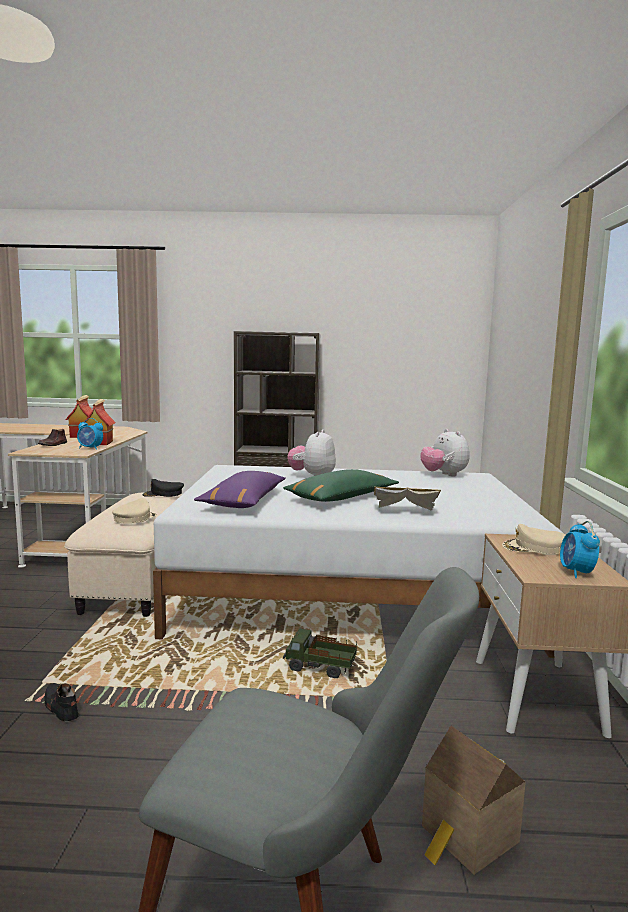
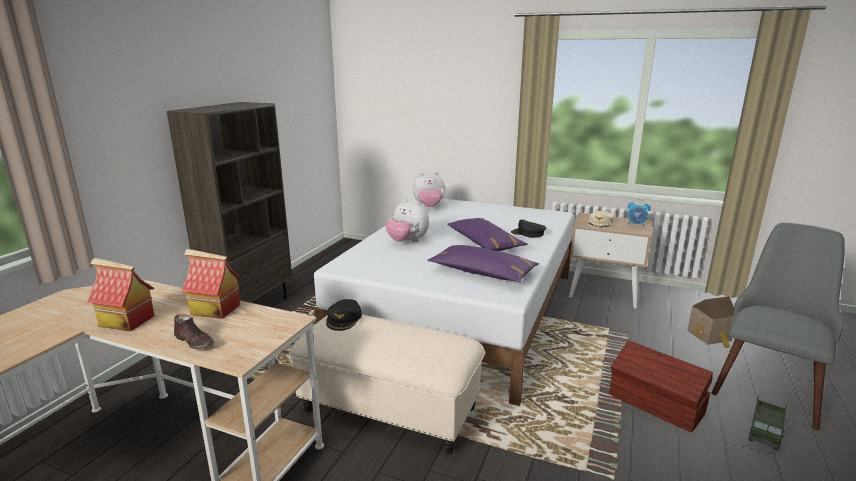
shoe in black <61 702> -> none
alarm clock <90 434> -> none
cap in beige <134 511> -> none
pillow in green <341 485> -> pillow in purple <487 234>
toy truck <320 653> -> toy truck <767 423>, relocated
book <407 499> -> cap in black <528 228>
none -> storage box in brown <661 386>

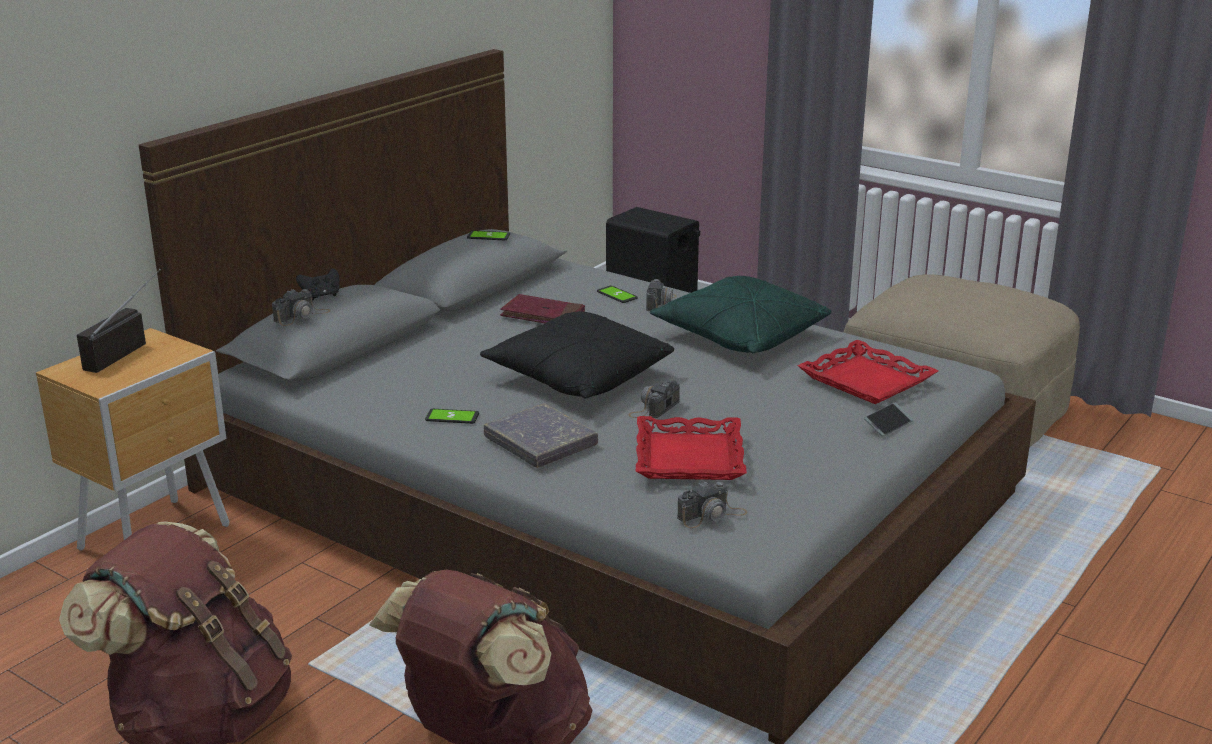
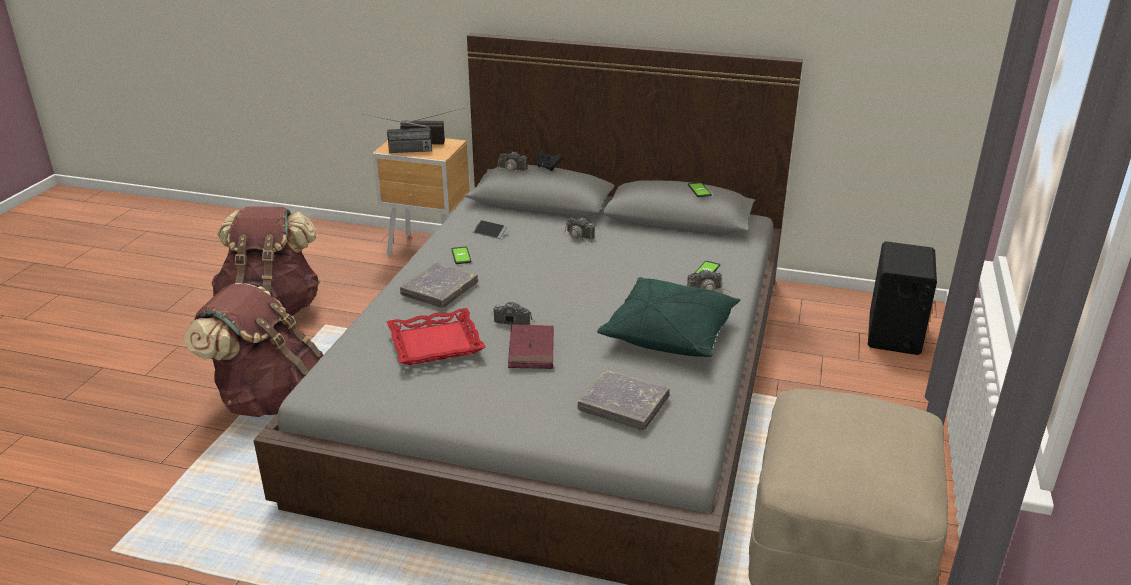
pillow in black <577 355> -> none
book in red <542 309> -> book in red <531 346>, relocated
photo camera <712 504> -> photo camera <579 231>, relocated
tray in red <867 372> -> book in grey <623 399>
phone <888 420> -> phone <489 229>, relocated
none -> radio <398 133>

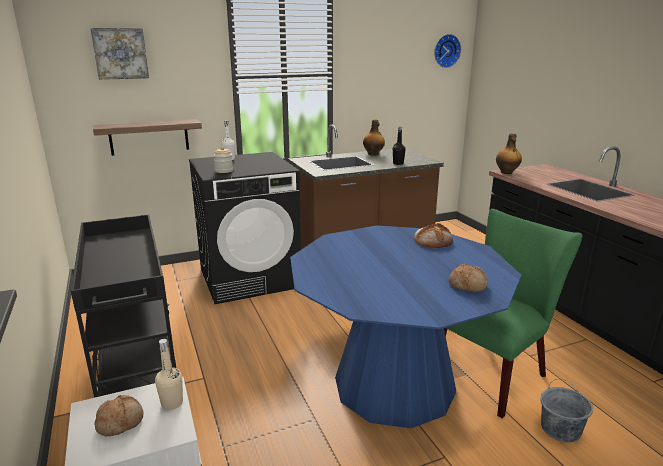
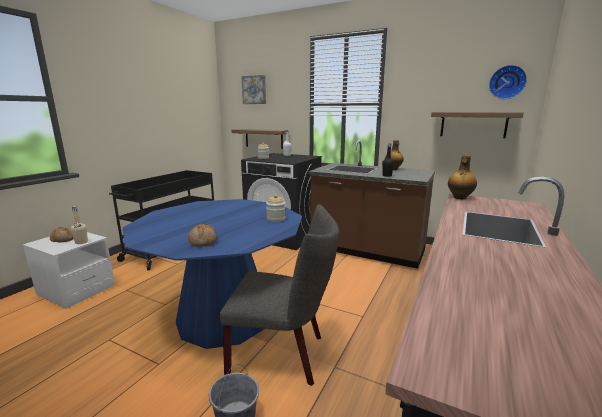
bread <433 235> -> jar <275 208>
chair in green <513 313> -> chair in grey <279 295>
none -> shelf <477 125>

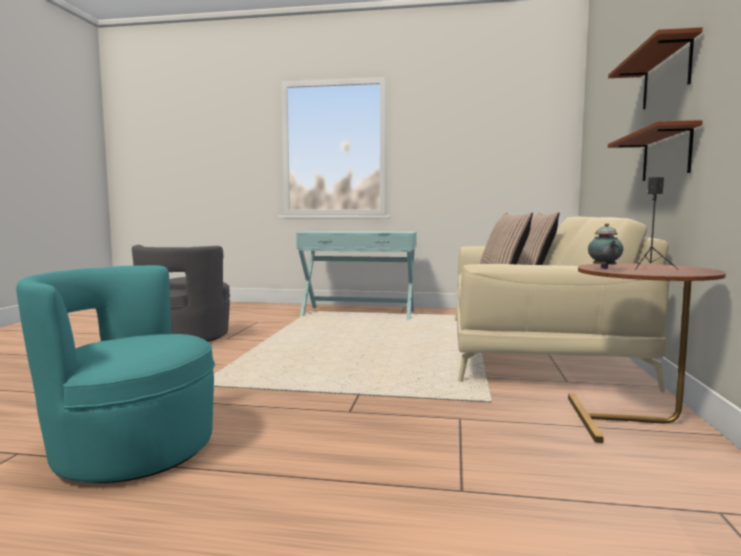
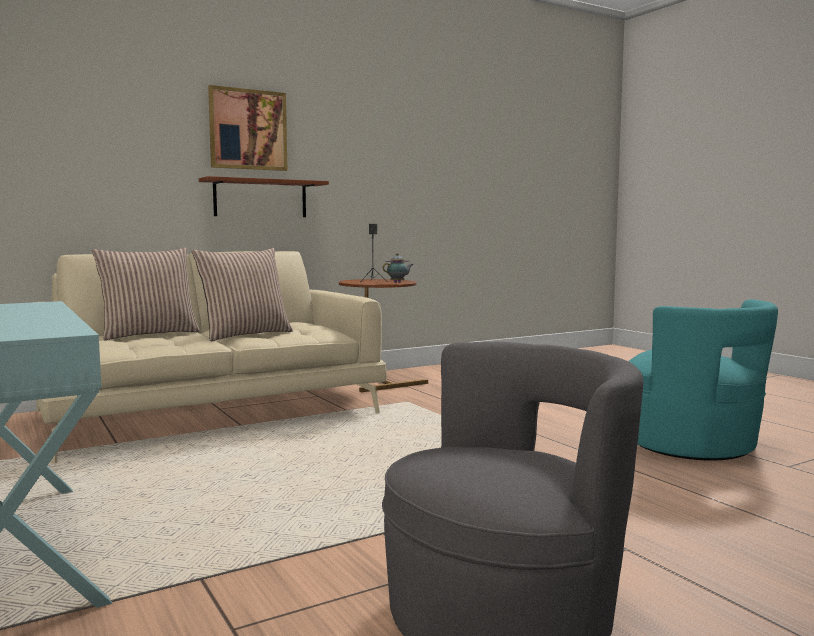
shelf in brown <655 68> -> picture <247 128>

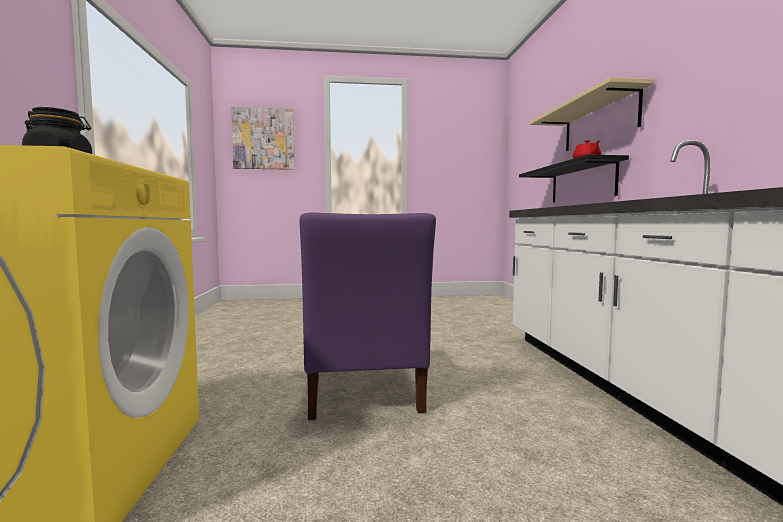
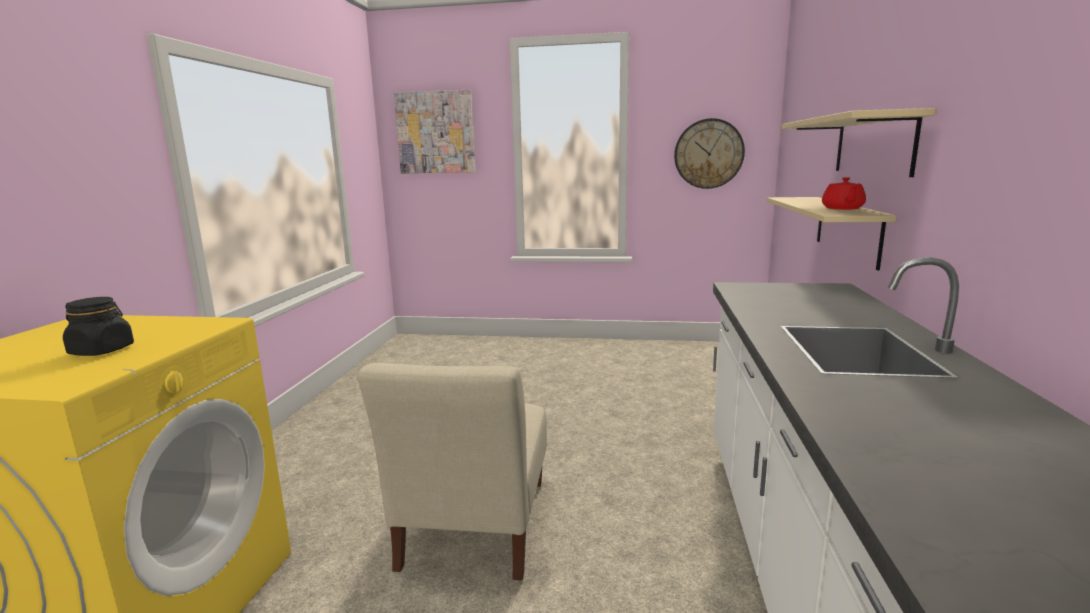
chair in purple <367 316> -> chair in beige <452 471>
shelf in black <574 179> -> shelf in beige <832 233>
none -> wall clock <709 153>

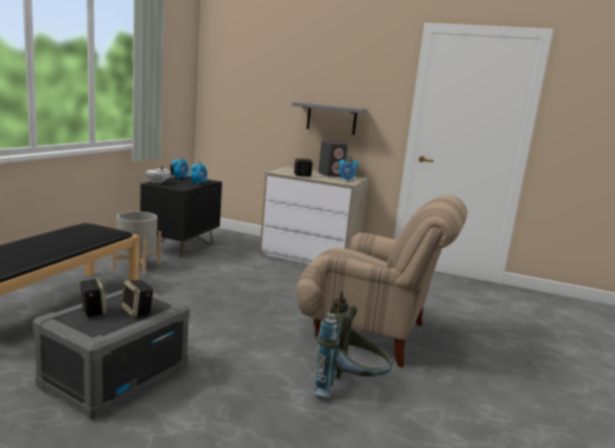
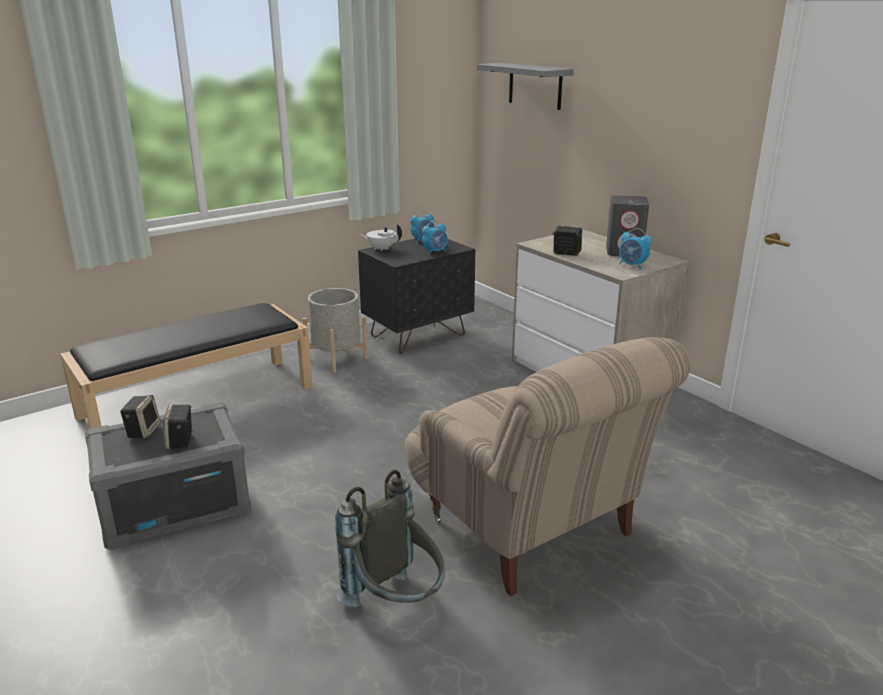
shelf in grey <329 118> -> shelf in grey <525 86>, relocated

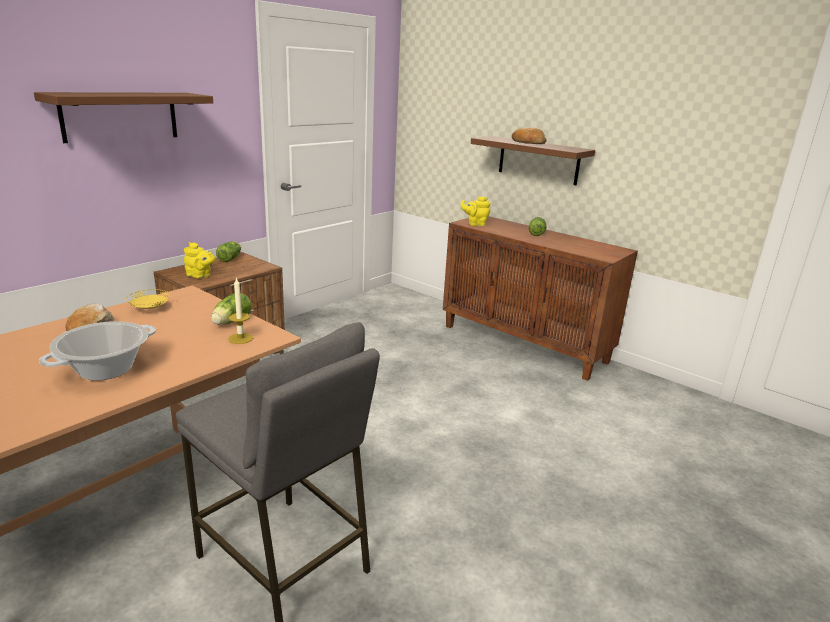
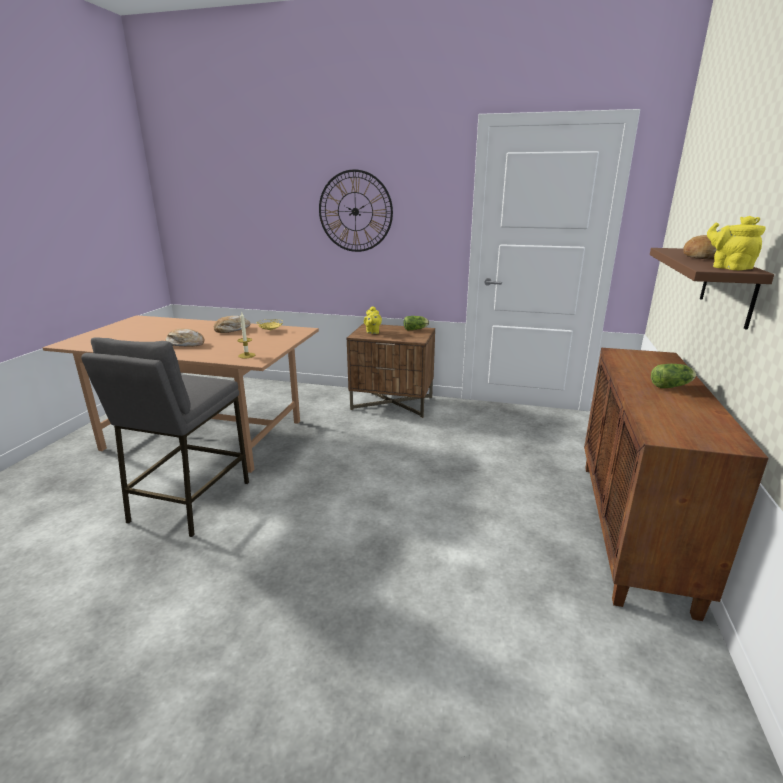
shelf in brown <123 117> -> wall clock <356 210>
cooking pot <97 351> -> bread <184 338>
lettuce <231 309> -> none
teapot in yellow <475 211> -> teapot in yellow <736 243>, relocated

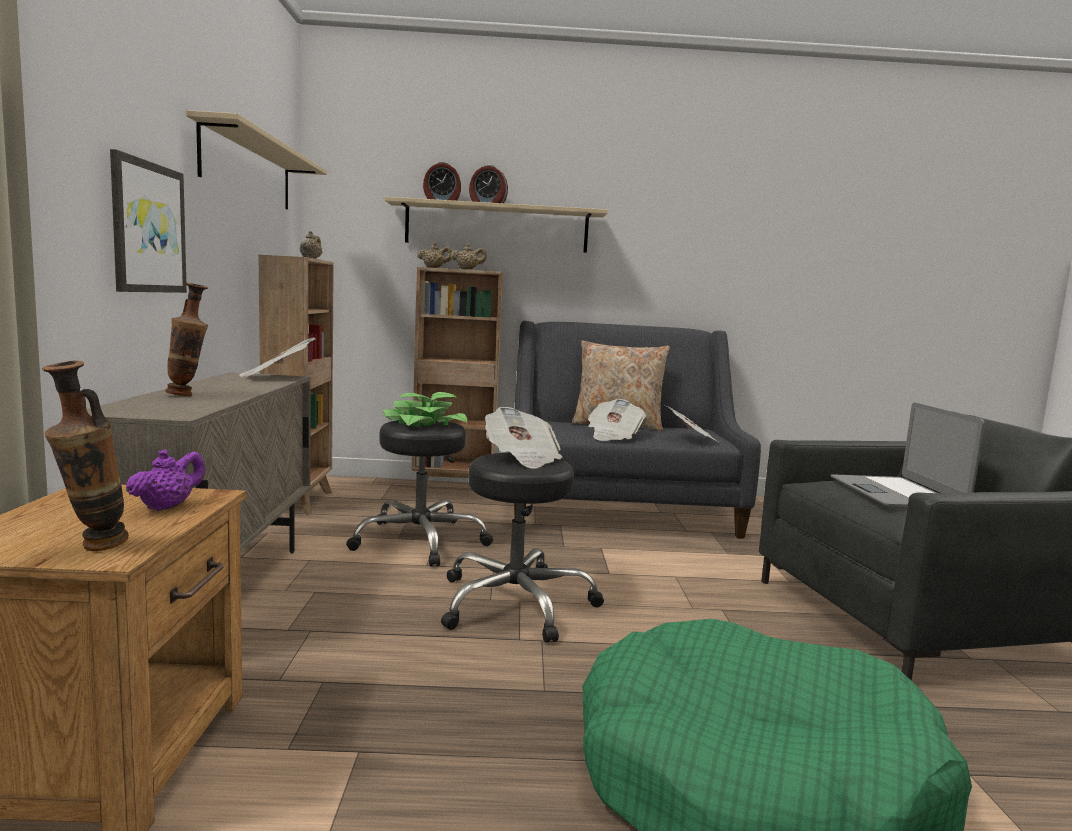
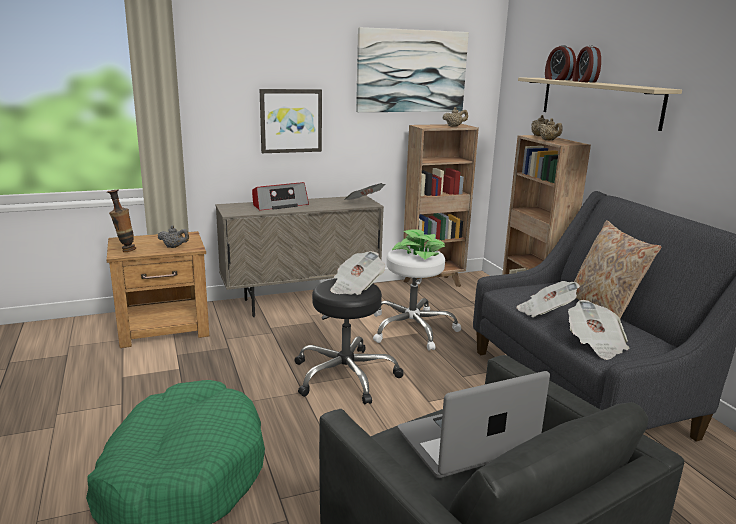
teapot in purple <165 480> -> teapot in grey <173 236>
vase <186 339> -> radio <280 196>
shelf in beige <256 160> -> picture <412 69>
stool in black <419 493> -> stool in white <417 298>

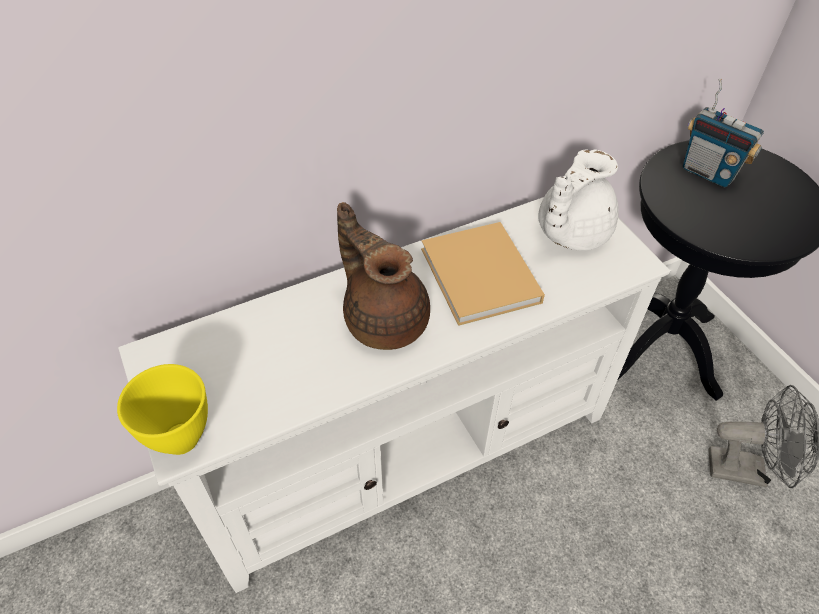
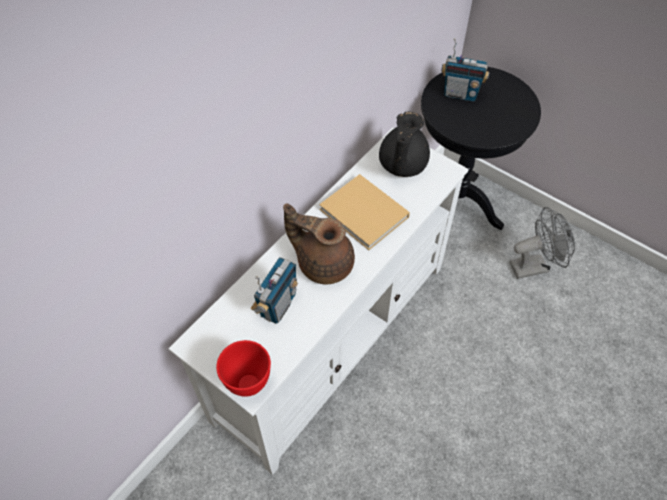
bowl in yellow <162 409> -> bowl in red <243 368>
teapot in white <578 200> -> teapot in black <404 144>
none -> radio <274 290>

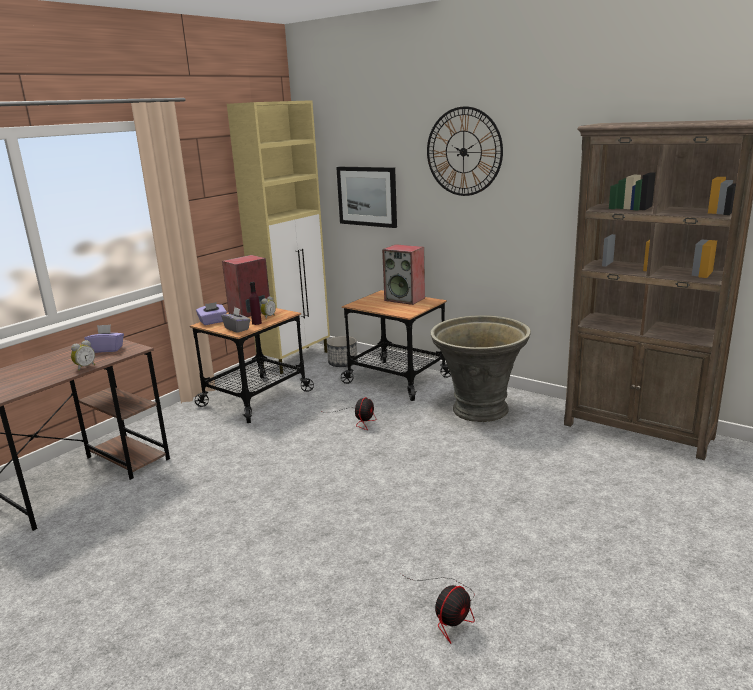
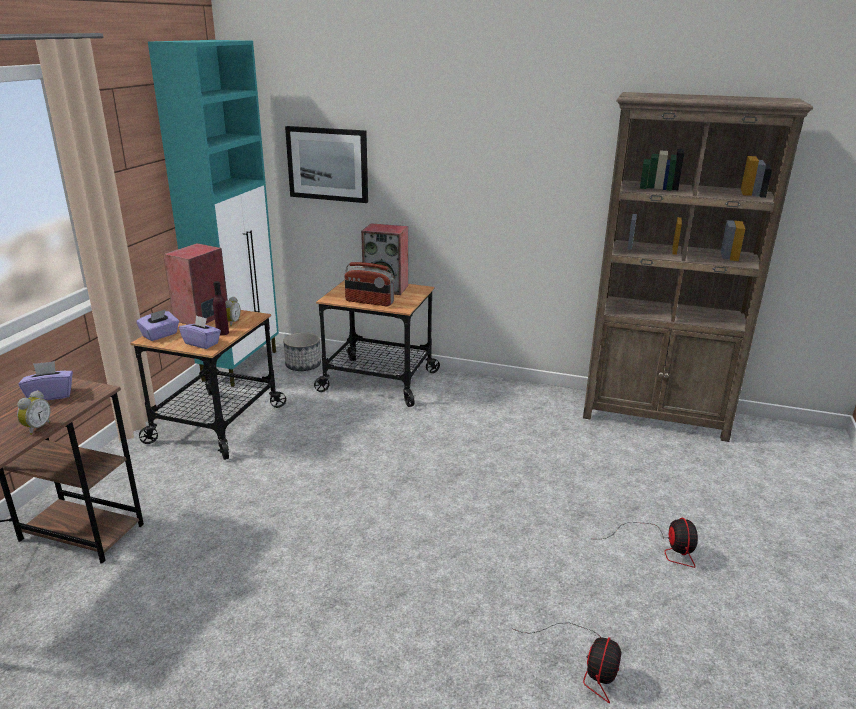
tissue box in grey <235 320> -> tissue box in purple <200 332>
cabinet in beige <278 237> -> cabinet in turquoise <213 213>
fan <351 413> -> fan <651 543>, relocated
wall clock <465 151> -> none
planter in grey <480 368> -> none
none -> radio <369 284>

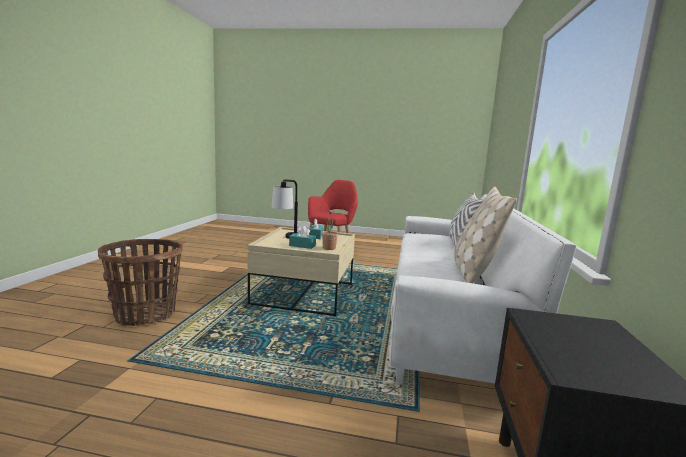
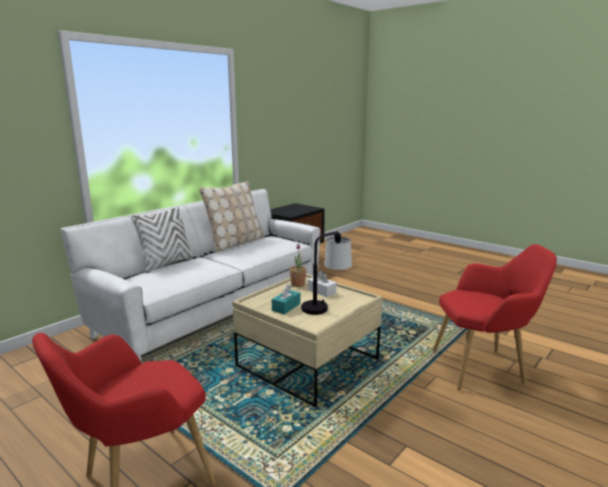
basket <140 282> -> armchair in red <495 317>
tissue box in turquoise <302 237> -> tissue box in white <322 283>

